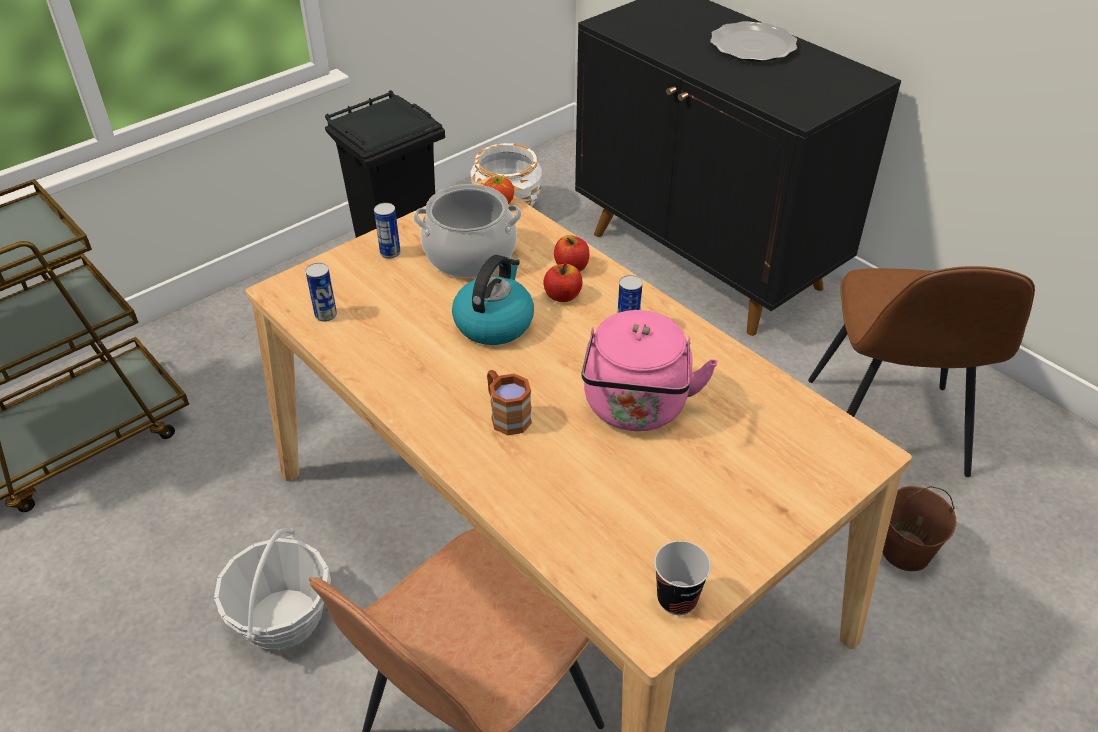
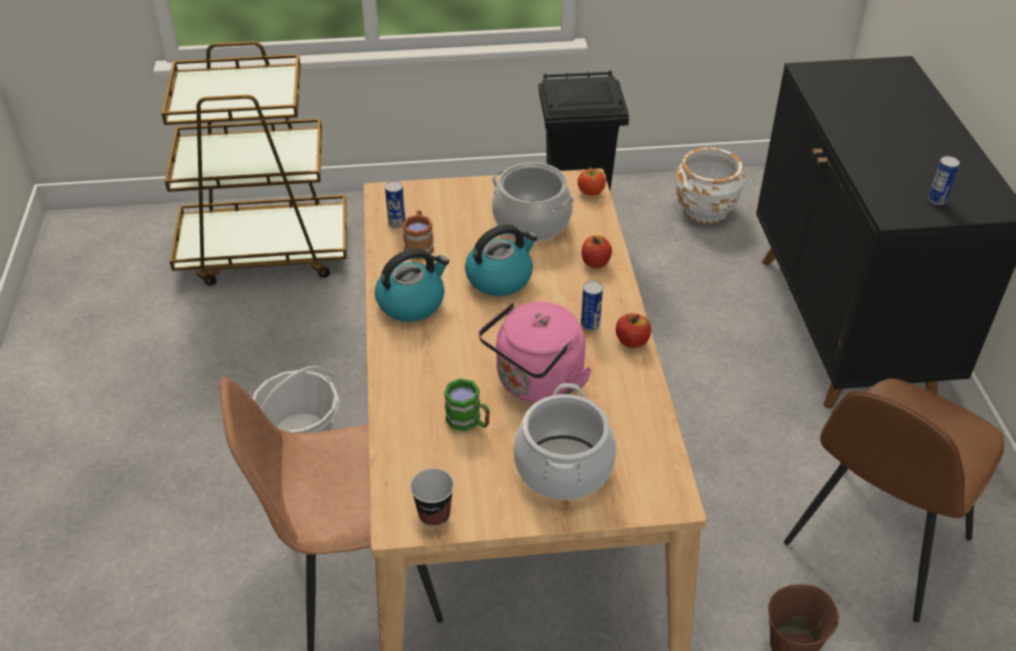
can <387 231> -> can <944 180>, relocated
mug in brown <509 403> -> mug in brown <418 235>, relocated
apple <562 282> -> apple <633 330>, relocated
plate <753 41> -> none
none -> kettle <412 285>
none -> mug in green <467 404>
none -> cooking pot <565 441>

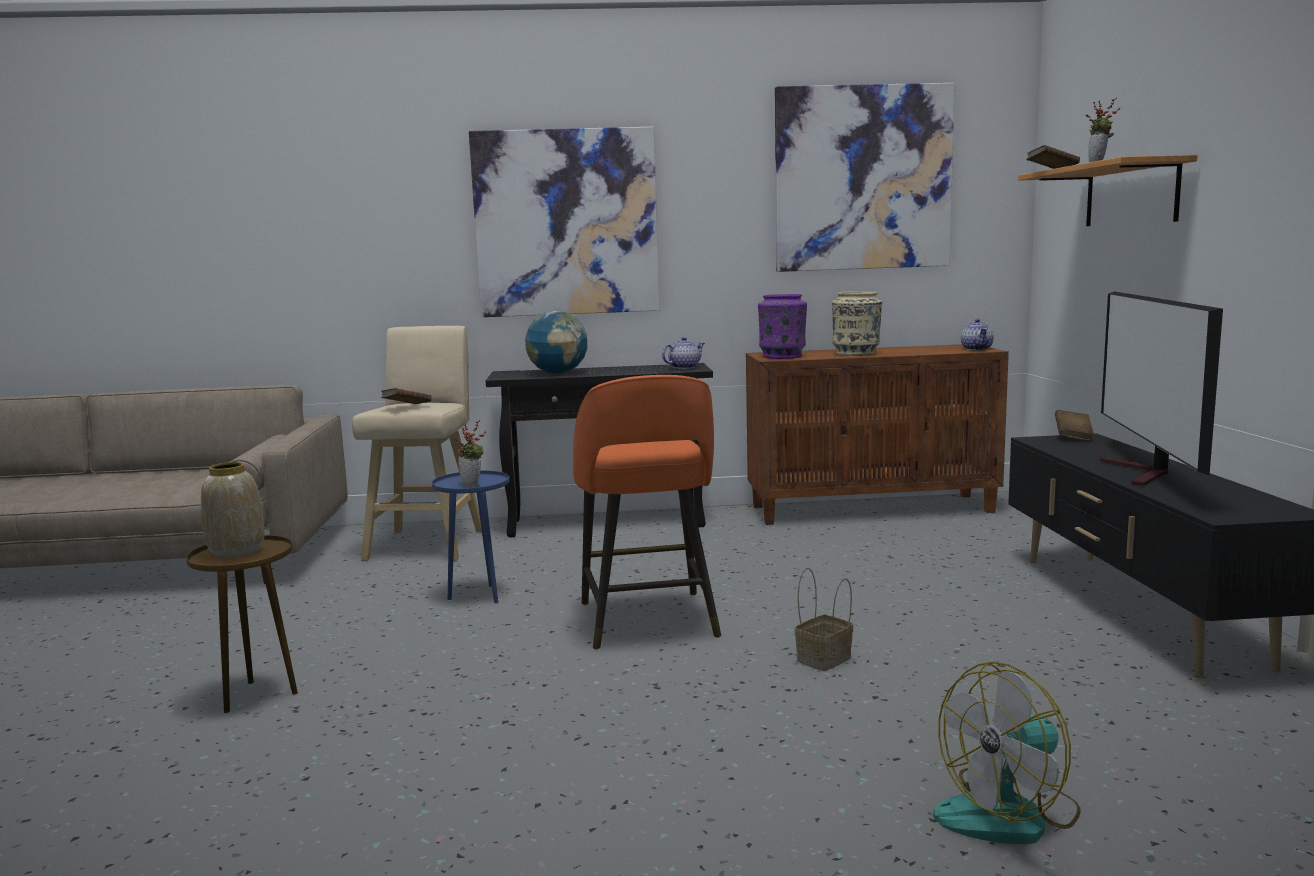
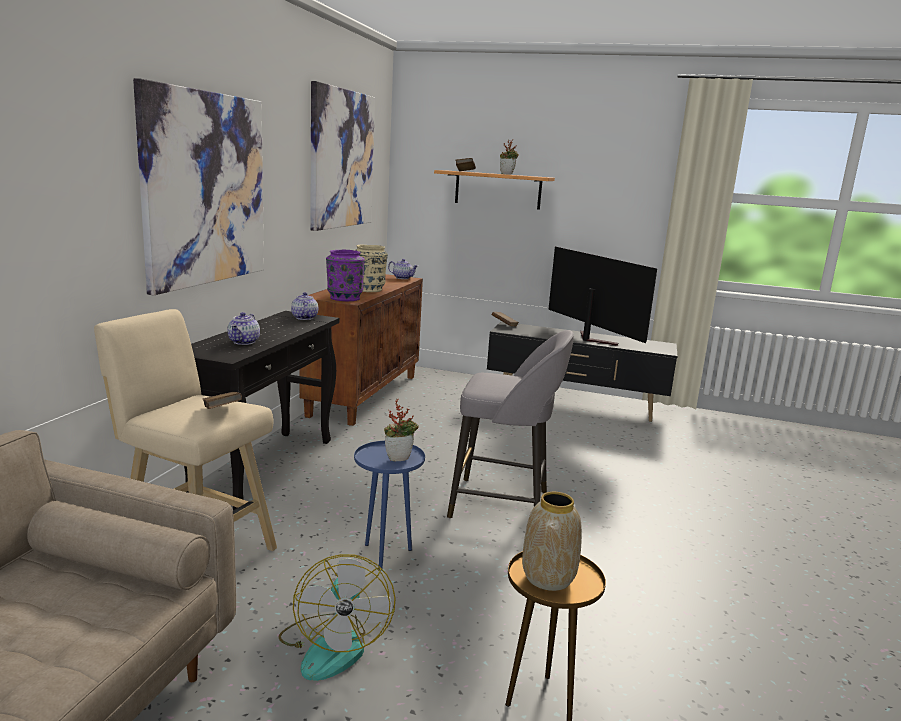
globe <556 342> -> teapot <243 328>
stool in orange <647 512> -> stool in grey <510 424>
basket <824 619> -> none
fan <1007 752> -> fan <337 617>, relocated
television <1161 388> -> television <602 296>, 150 degrees counterclockwise

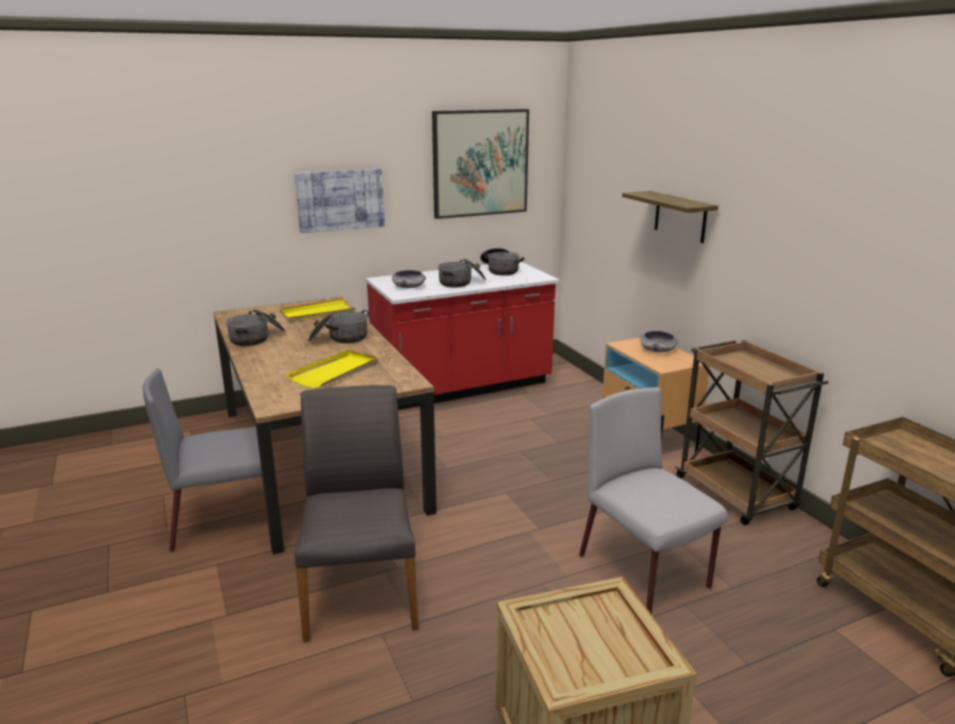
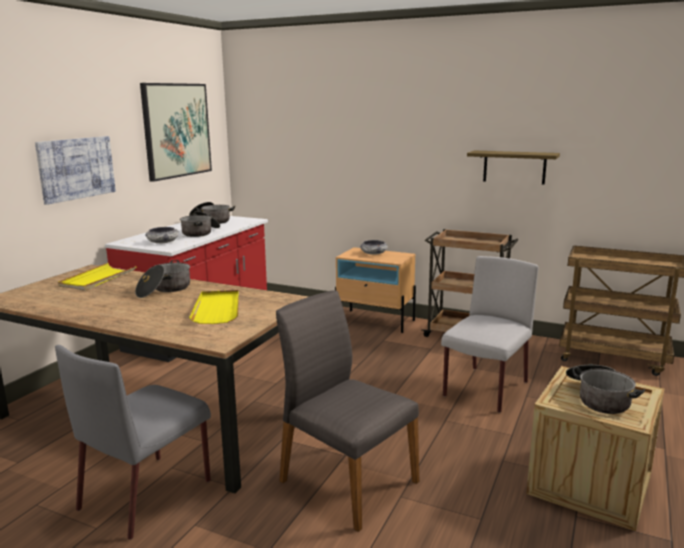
cooking pot <256 327> -> cooking pot <605 389>, relocated
chair in grey <653 500> -> chair in grey <489 334>, 105 degrees clockwise
shelf <670 217> -> shelf <513 167>, relocated

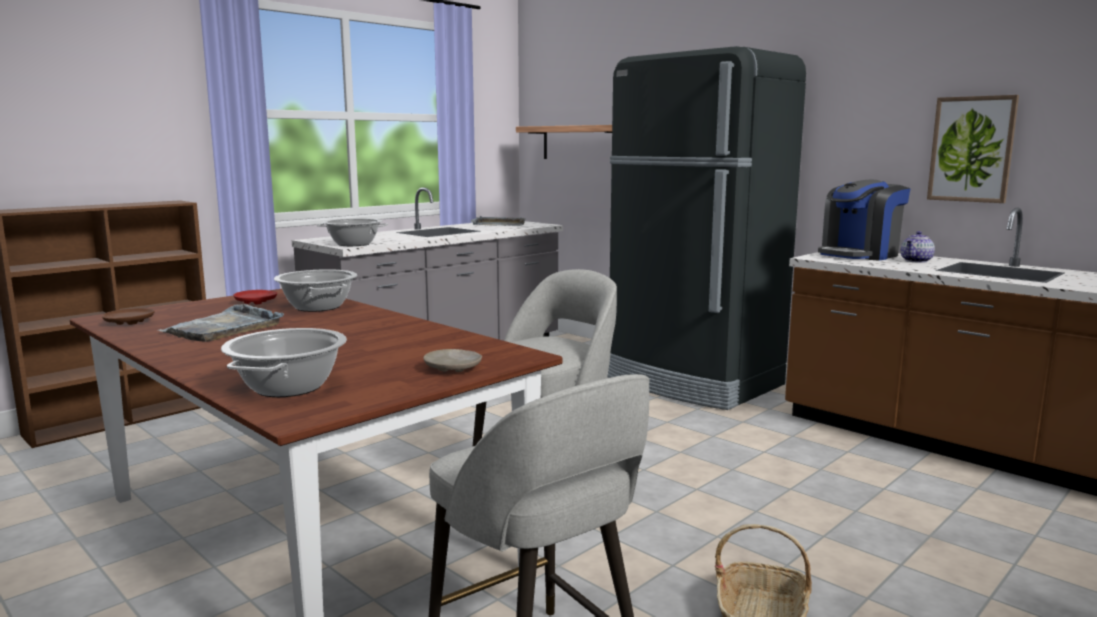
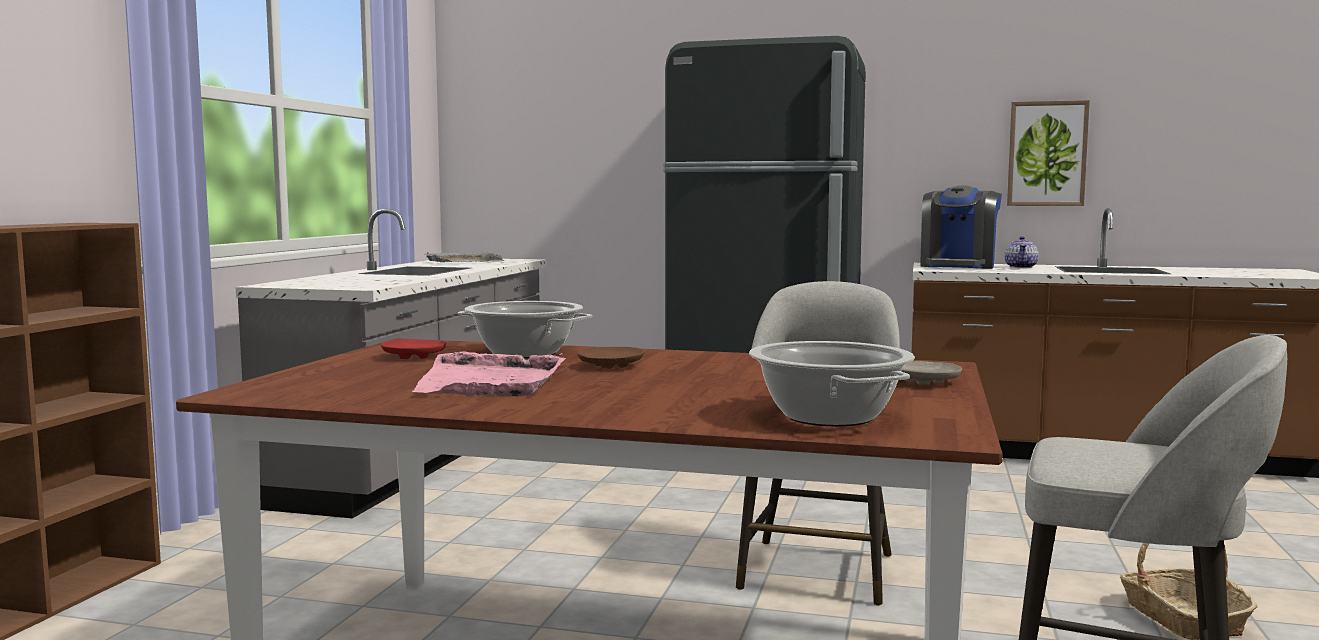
plate in brown <128 316> -> plate in brown <610 358>, relocated
tray in grey <221 323> -> tray in pink <489 374>
cooking pot <352 232> -> none
shelf <564 142> -> none

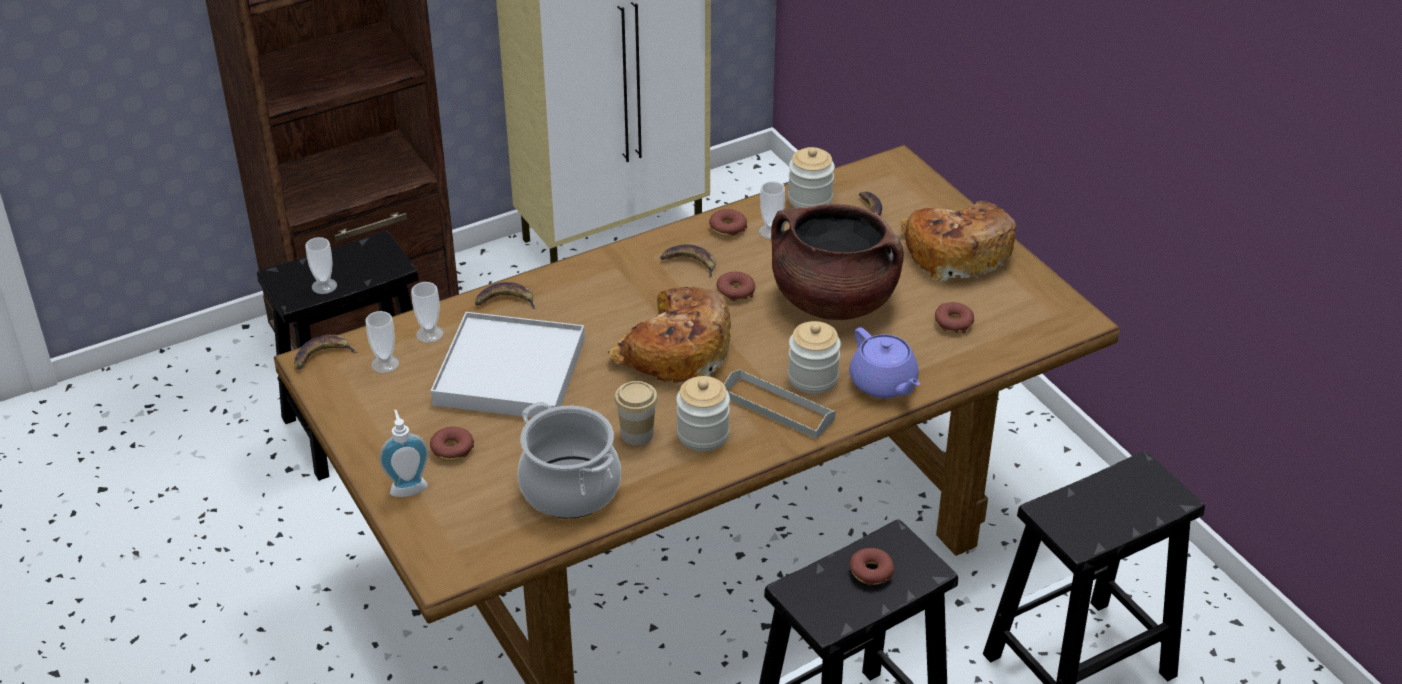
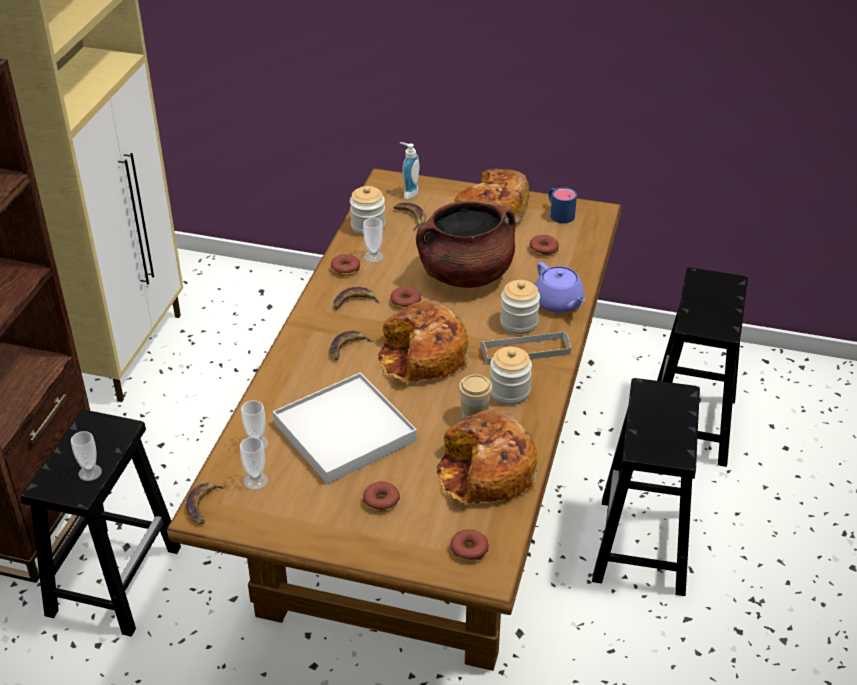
soap dispenser <404 453> -> soap dispenser <409 171>, relocated
banana <505 295> -> banana <351 345>, relocated
cooking pot <569 460> -> bread <487 457>
teapot in purple <884 363> -> teapot in purple <560 287>, 45 degrees clockwise
donut <872 566> -> donut <470 545>, relocated
none -> mug in blue <563 205>

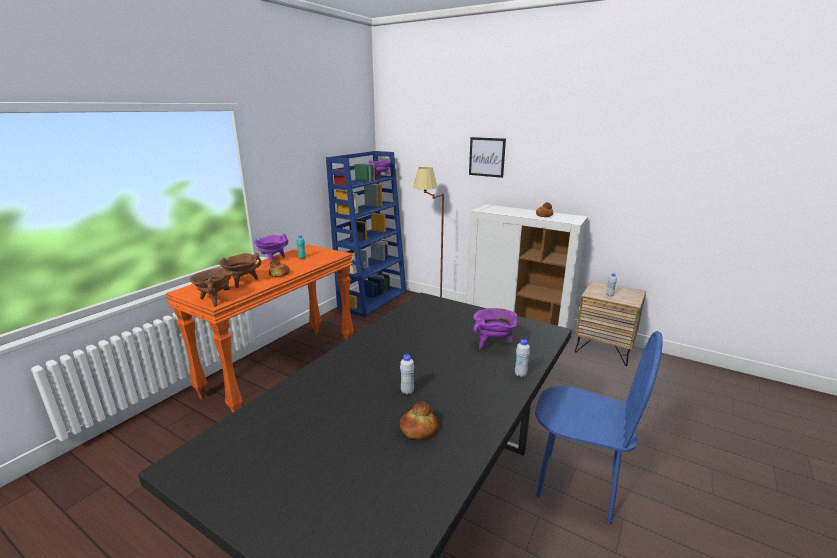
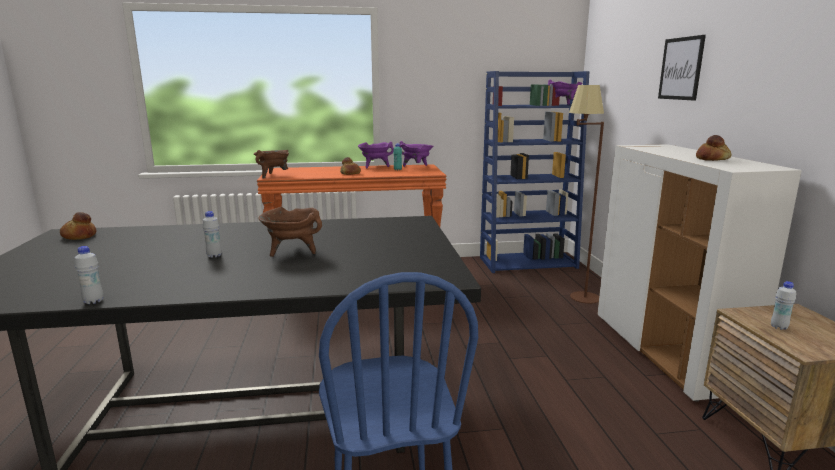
cooking pot in brown <240 270> -> cooking pot in brown <290 232>, relocated
bread <419 420> -> bread <78 226>, relocated
cooking pot in purple <495 329> -> cooking pot in purple <416 154>, relocated
bottle in white <522 358> -> bottle in white <89 275>, relocated

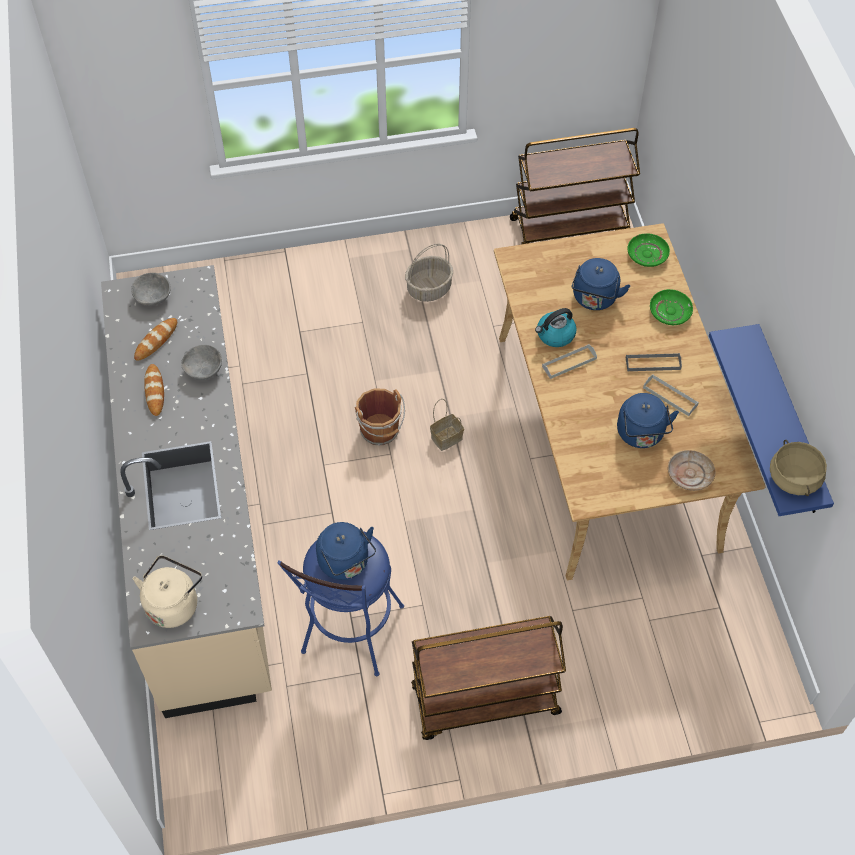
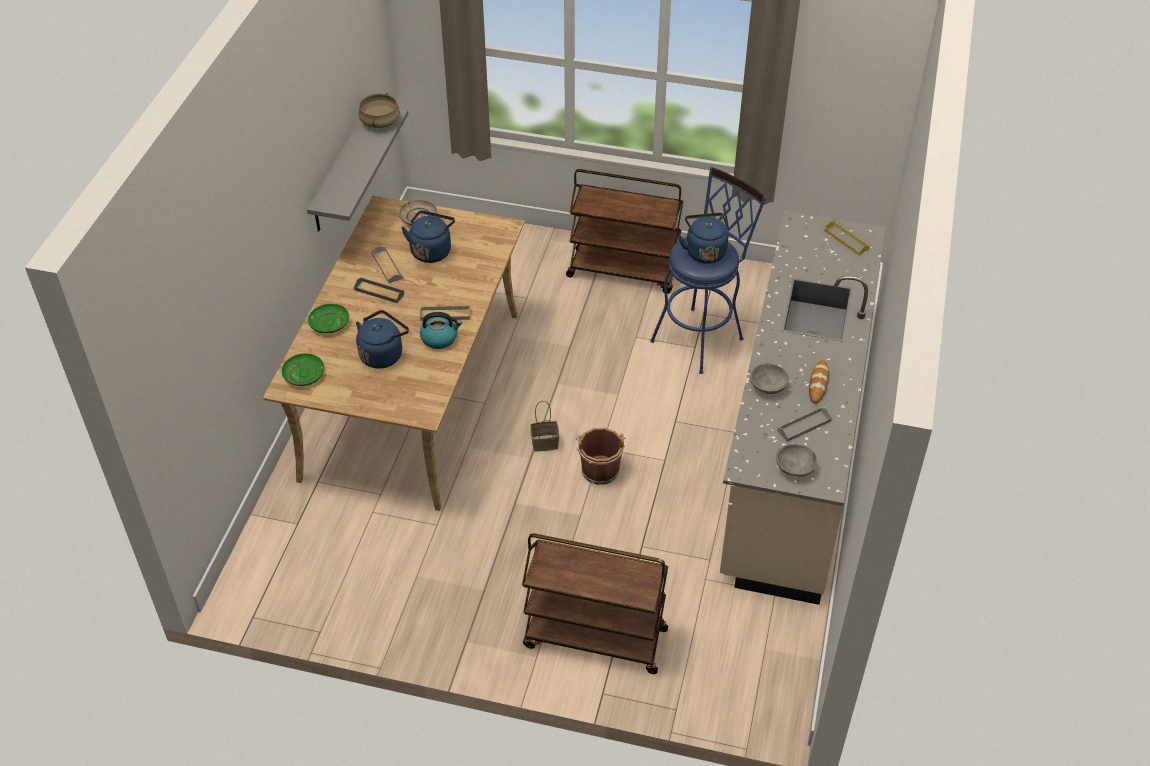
kettle in beige <167 591> -> tray in yellow <847 238>
bread <155 339> -> tray in grey <804 424>
basket <429 272> -> none
cart in brown <575 186> -> cart in brown <595 603>, relocated
shelf in blue <771 420> -> shelf in grey <357 170>

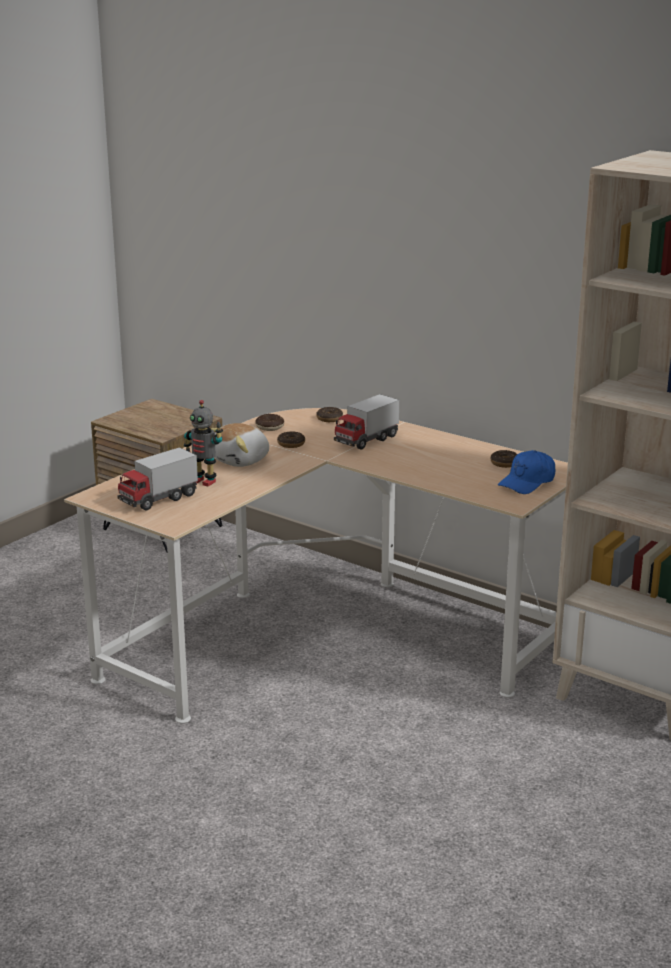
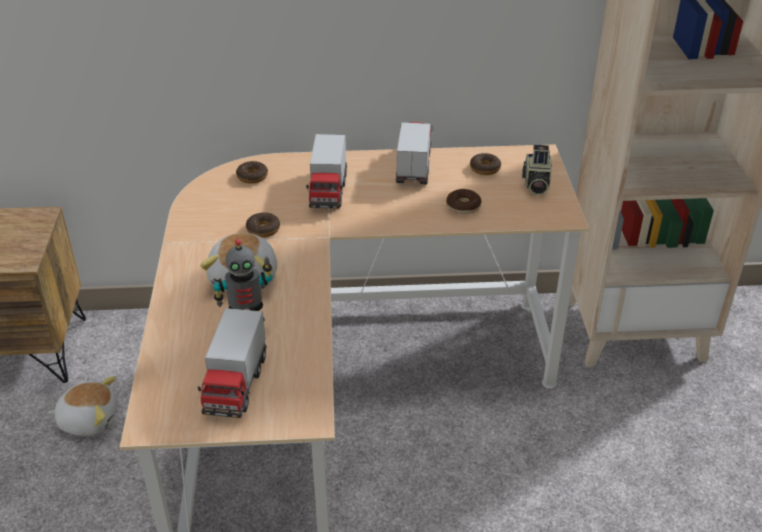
donut <269 422> -> donut <463 201>, relocated
cap in blue <526 472> -> photo camera <537 170>
none -> plush toy <82 406>
none -> toy truck <414 153>

